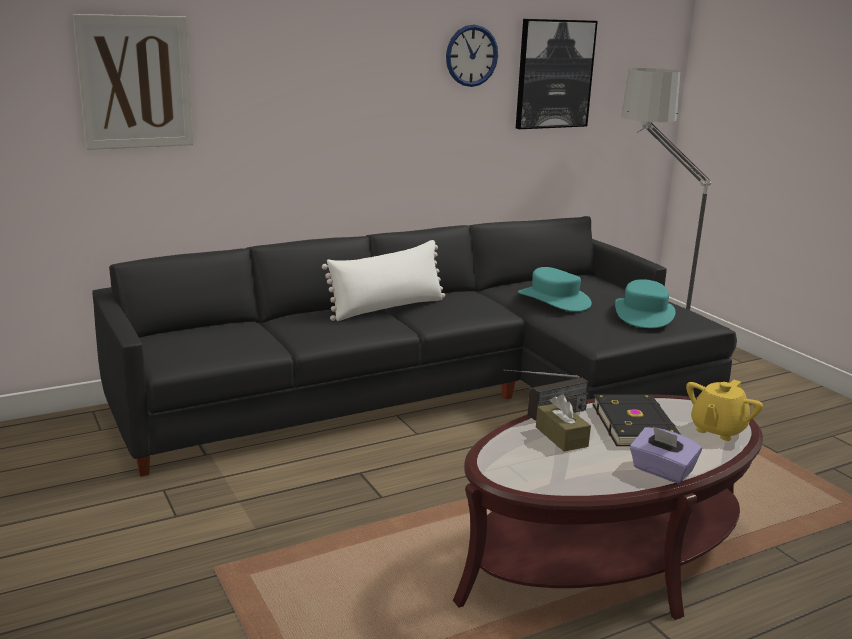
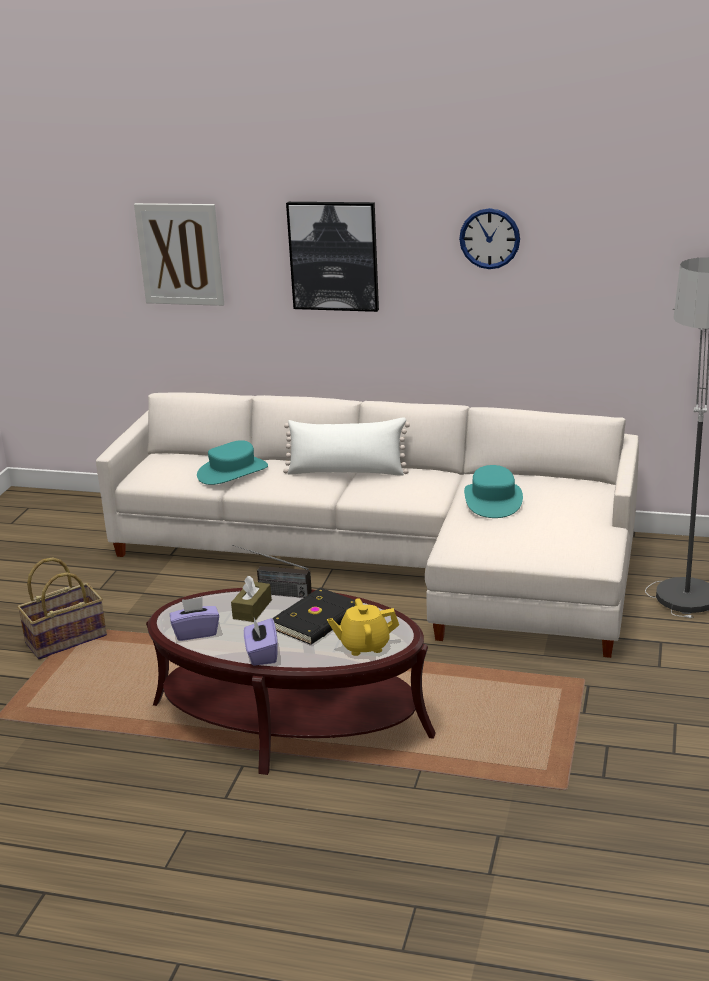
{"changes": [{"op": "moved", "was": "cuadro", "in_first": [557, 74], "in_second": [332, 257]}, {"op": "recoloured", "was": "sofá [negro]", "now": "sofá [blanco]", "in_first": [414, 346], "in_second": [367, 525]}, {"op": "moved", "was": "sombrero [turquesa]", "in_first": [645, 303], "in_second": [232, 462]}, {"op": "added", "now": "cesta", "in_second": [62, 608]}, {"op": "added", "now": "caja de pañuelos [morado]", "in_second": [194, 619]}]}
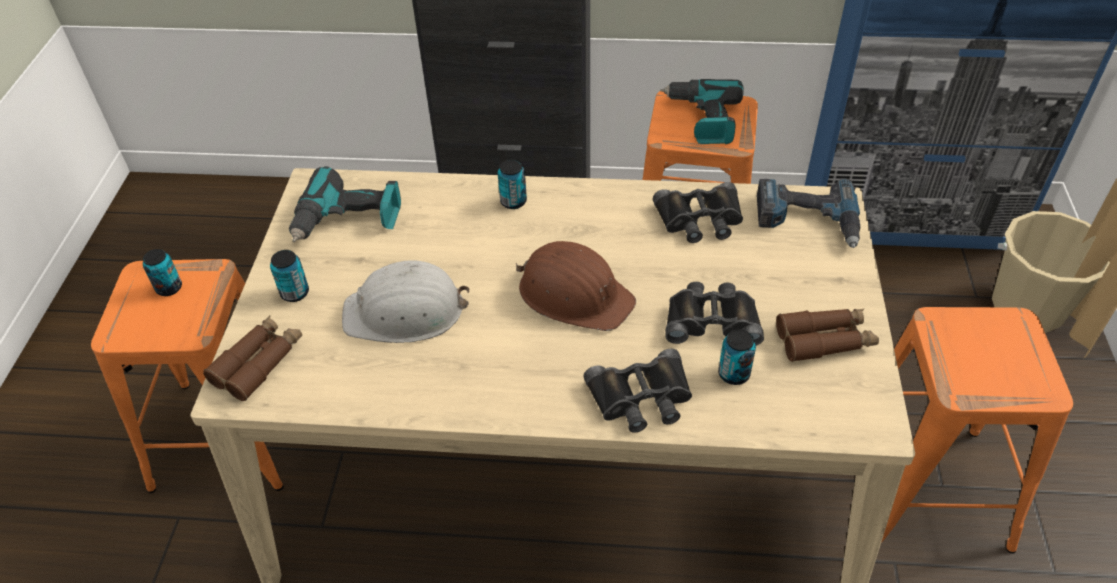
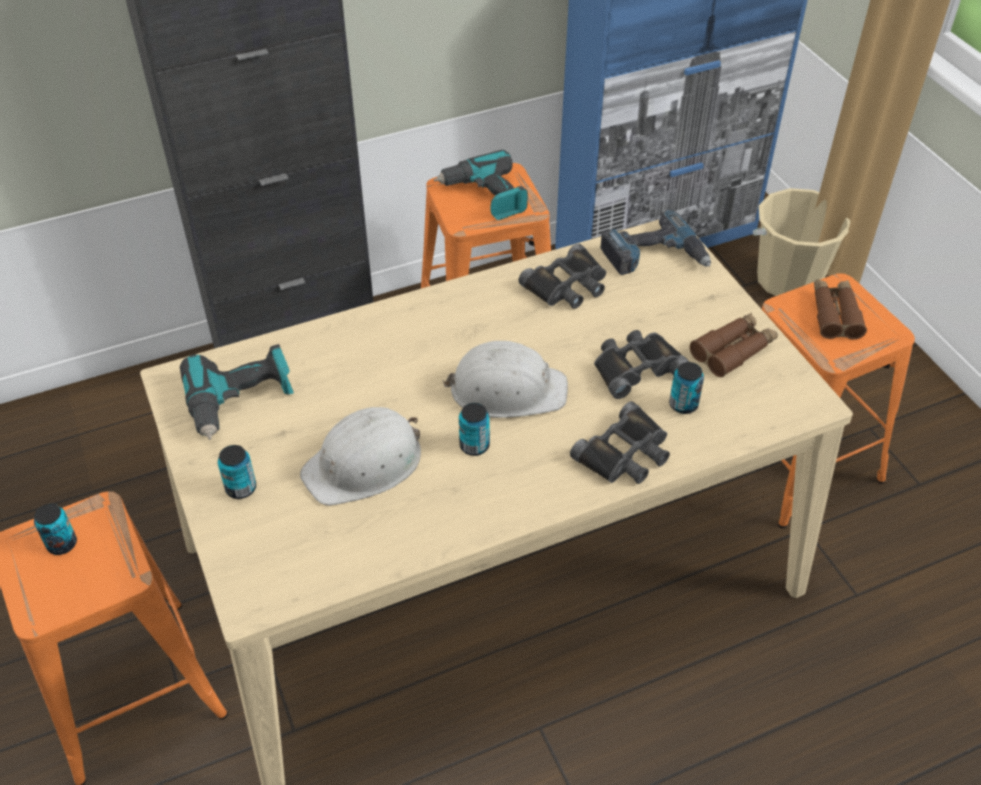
{"changes": [{"op": "moved", "was": "lata", "in_first": [512, 184], "in_second": [474, 429]}, {"op": "recoloured", "was": "casco [marrón]", "now": "casco [blanco]", "in_first": [576, 286], "in_second": [505, 379]}, {"op": "moved", "was": "prismáticos [marrón]", "in_first": [252, 358], "in_second": [840, 309]}]}
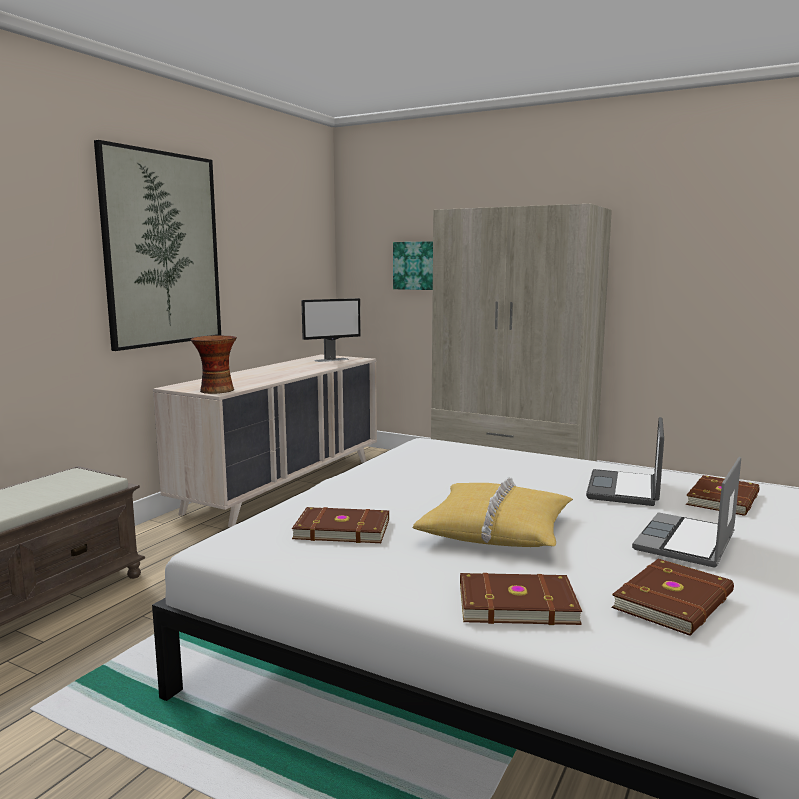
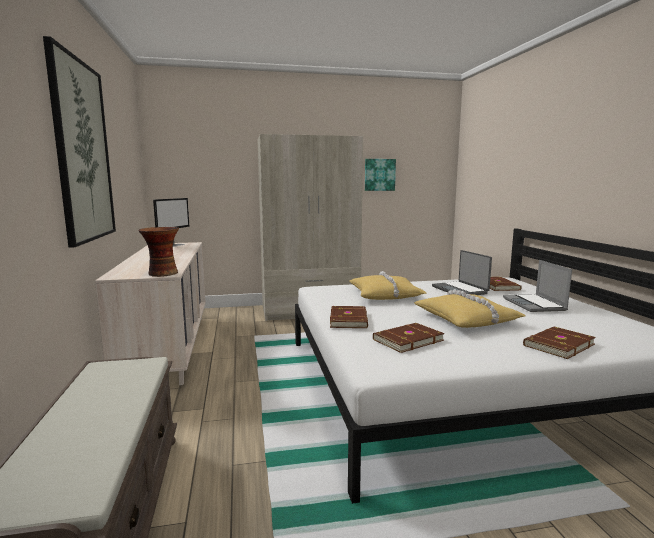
{"changes": [{"op": "moved", "was": "cuadro", "in_first": [413, 265], "in_second": [380, 175]}, {"op": "moved", "was": "libro [marrón]", "in_first": [672, 597], "in_second": [349, 317]}, {"op": "added", "now": "cojín [amarillo]", "in_second": [388, 285]}]}
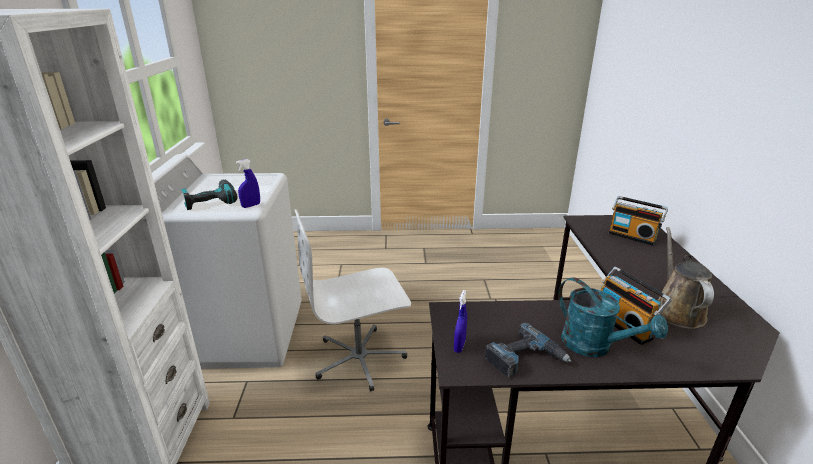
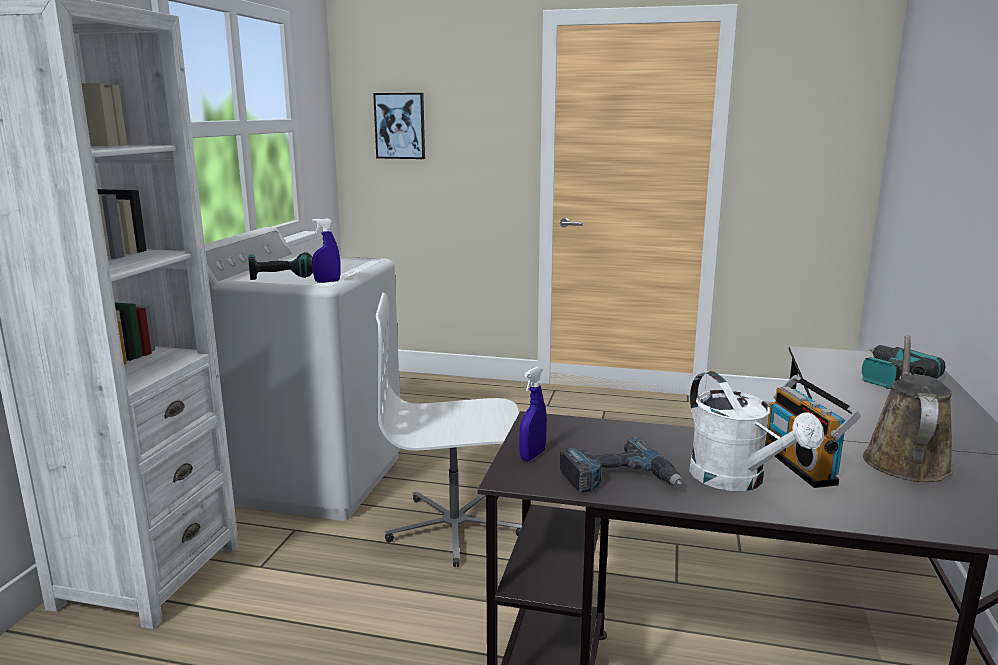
{"changes": [{"op": "replaced", "was": "radio", "now": "taladro", "in_first": [638, 221], "in_second": [903, 367]}, {"op": "recoloured", "was": "regadera [turquesa]", "now": "regadera [blanco]", "in_first": [613, 317], "in_second": [756, 431]}, {"op": "added", "now": "cuadro", "in_second": [399, 126]}]}
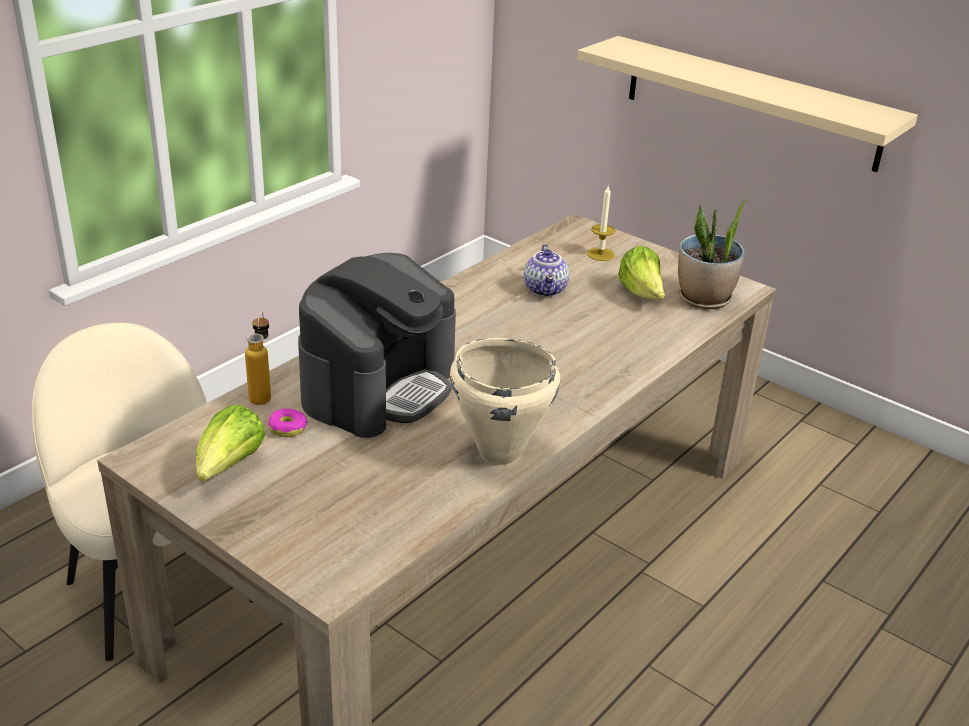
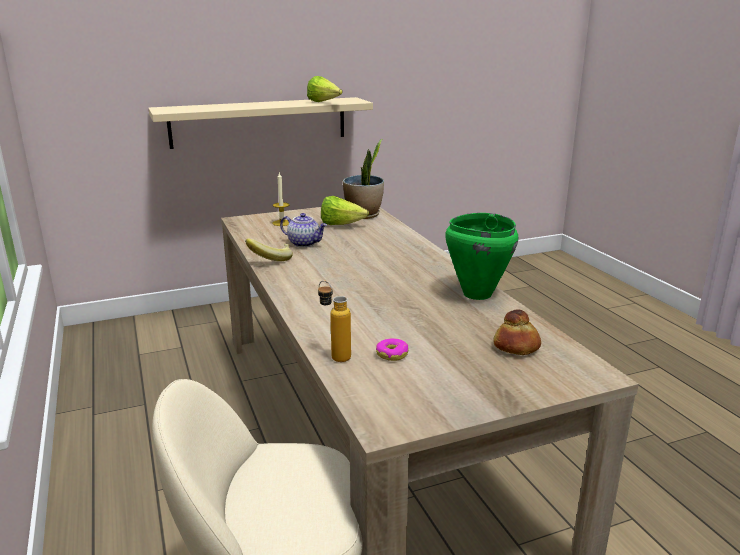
{"changes": [{"op": "removed", "was": "cafetera", "in_first": [377, 345]}, {"op": "recoloured", "was": "olla [beis]", "now": "olla [verde]", "in_first": [505, 401], "in_second": [481, 256]}, {"op": "moved", "was": "lechuga", "in_first": [231, 443], "in_second": [324, 89]}, {"op": "added", "now": "plátano", "in_second": [269, 250]}, {"op": "added", "now": "pan", "in_second": [517, 332]}]}
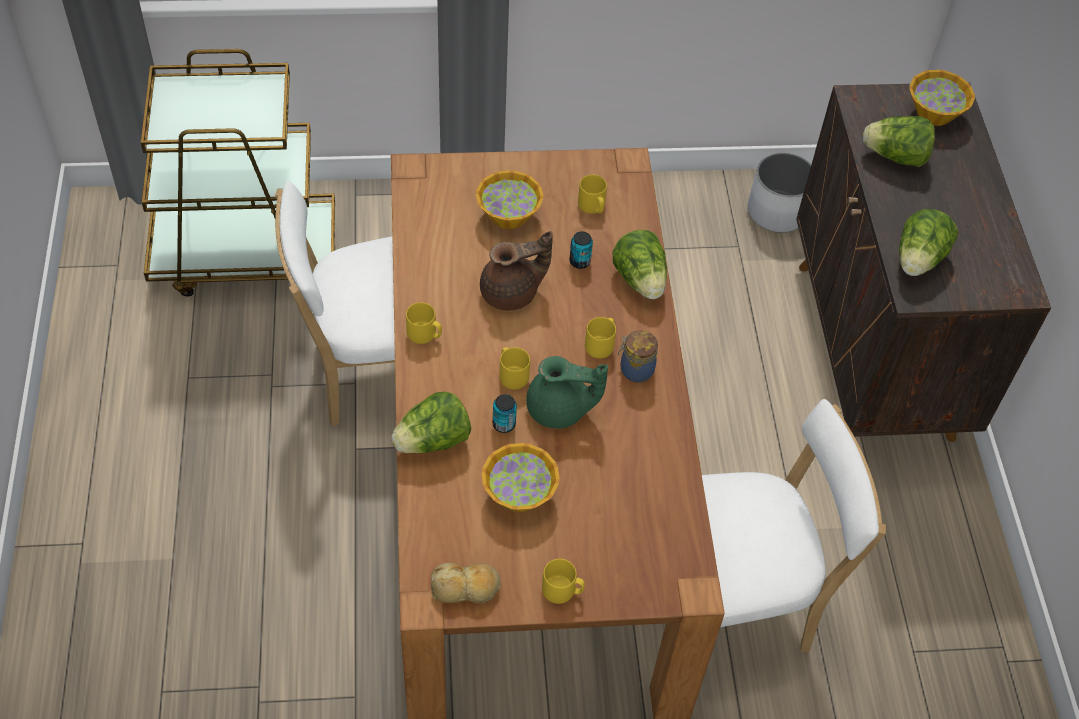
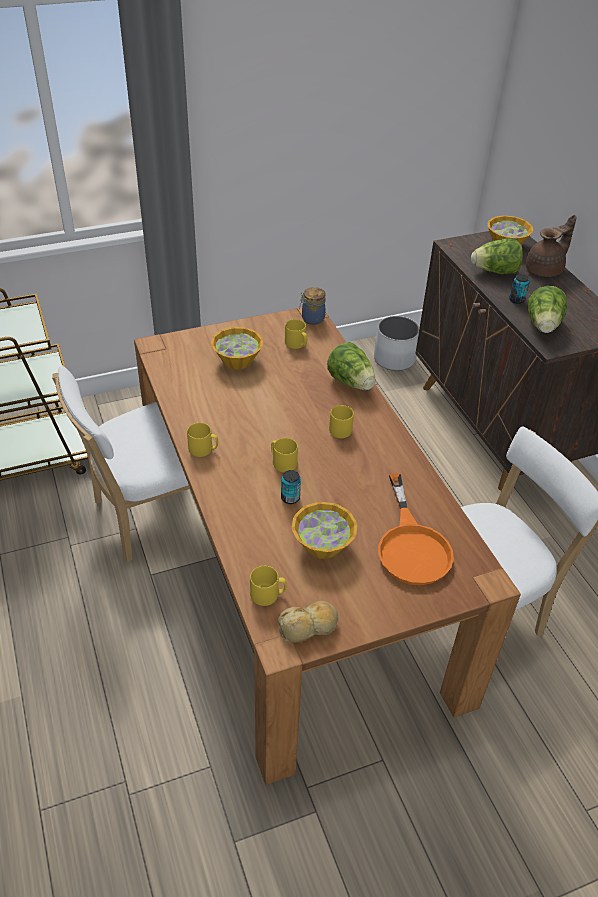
{"changes": [{"op": "moved", "was": "tetera [marrón]", "in_first": [516, 271], "in_second": [551, 246]}, {"op": "moved", "was": "lata", "in_first": [581, 250], "in_second": [519, 289]}, {"op": "moved", "was": "tarro", "in_first": [638, 356], "in_second": [312, 306]}, {"op": "removed", "was": "tetera [verde]", "in_first": [567, 392]}, {"op": "removed", "was": "lechuga", "in_first": [431, 422]}, {"op": "moved", "was": "taza grande [amarillo]", "in_first": [563, 581], "in_second": [268, 586]}, {"op": "added", "now": "sartén [naranja]", "in_second": [416, 529]}]}
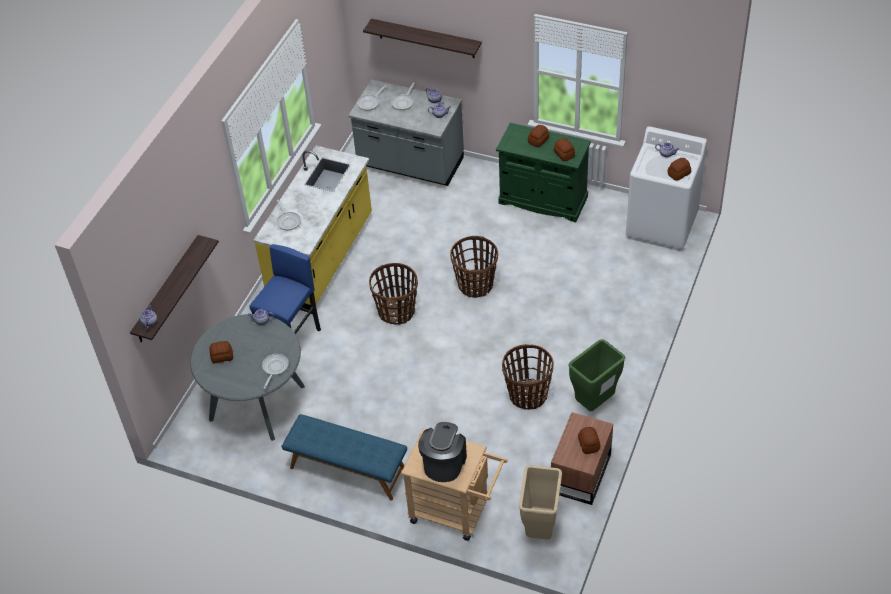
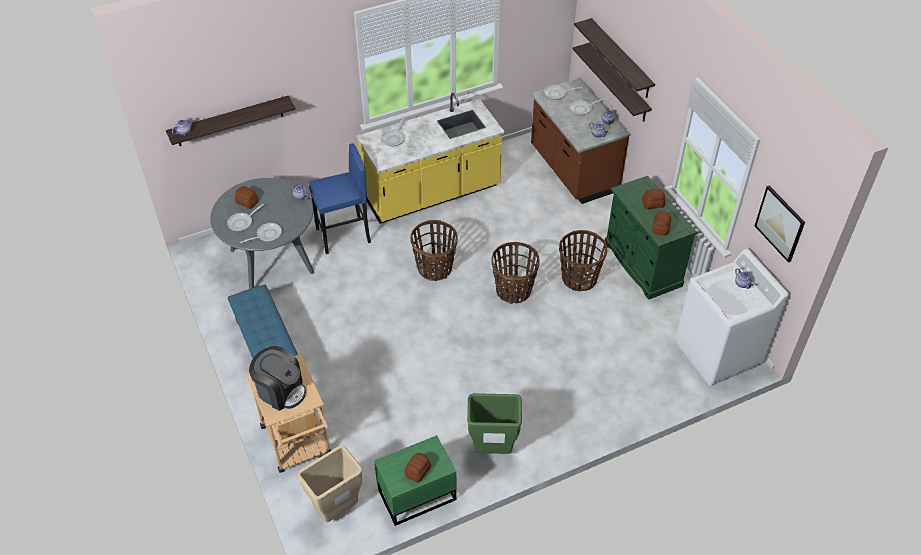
{"changes": [{"op": "recoloured", "was": "mueble bajo de cocina [gris]", "now": "mueble bajo de cocina [marrón]", "in_first": [406, 132], "in_second": [580, 141]}, {"op": "removed", "was": "pan", "in_first": [679, 169]}, {"op": "moved", "was": "cesta", "in_first": [528, 377], "in_second": [583, 260]}, {"op": "recoloured", "was": "mesita de noche [marrón]", "now": "mesita de noche [verde]", "in_first": [582, 458], "in_second": [415, 480]}, {"op": "turned", "was": "cafetera", "in_first": [442, 452], "in_second": [277, 378], "clockwise": 60}, {"op": "added", "now": "estante", "in_second": [612, 82]}, {"op": "added", "now": "cuadro", "in_second": [779, 224]}, {"op": "added", "now": "sartén", "in_second": [245, 217]}]}
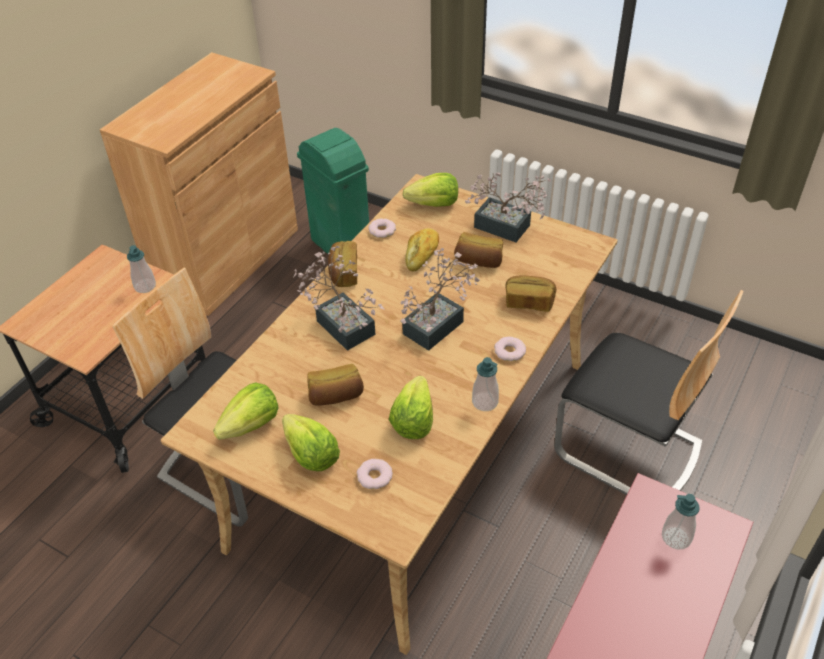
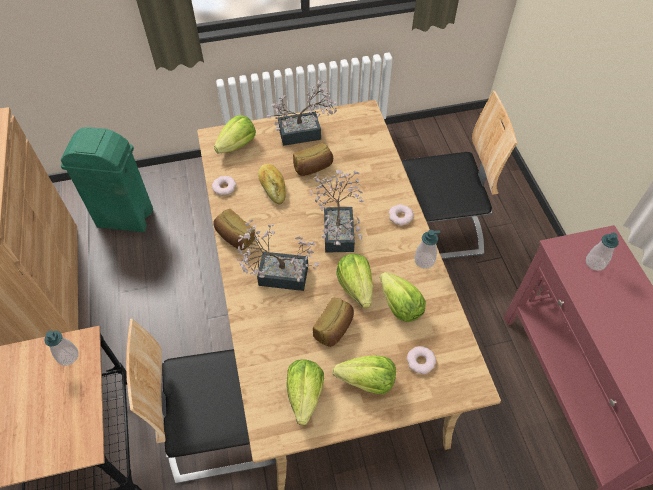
{"changes": [{"op": "removed", "was": "pan", "in_first": [531, 293]}, {"op": "added", "now": "lechuga", "in_second": [354, 281]}]}
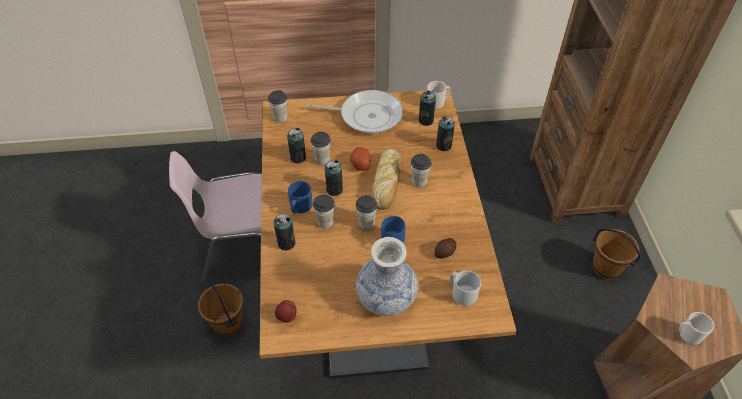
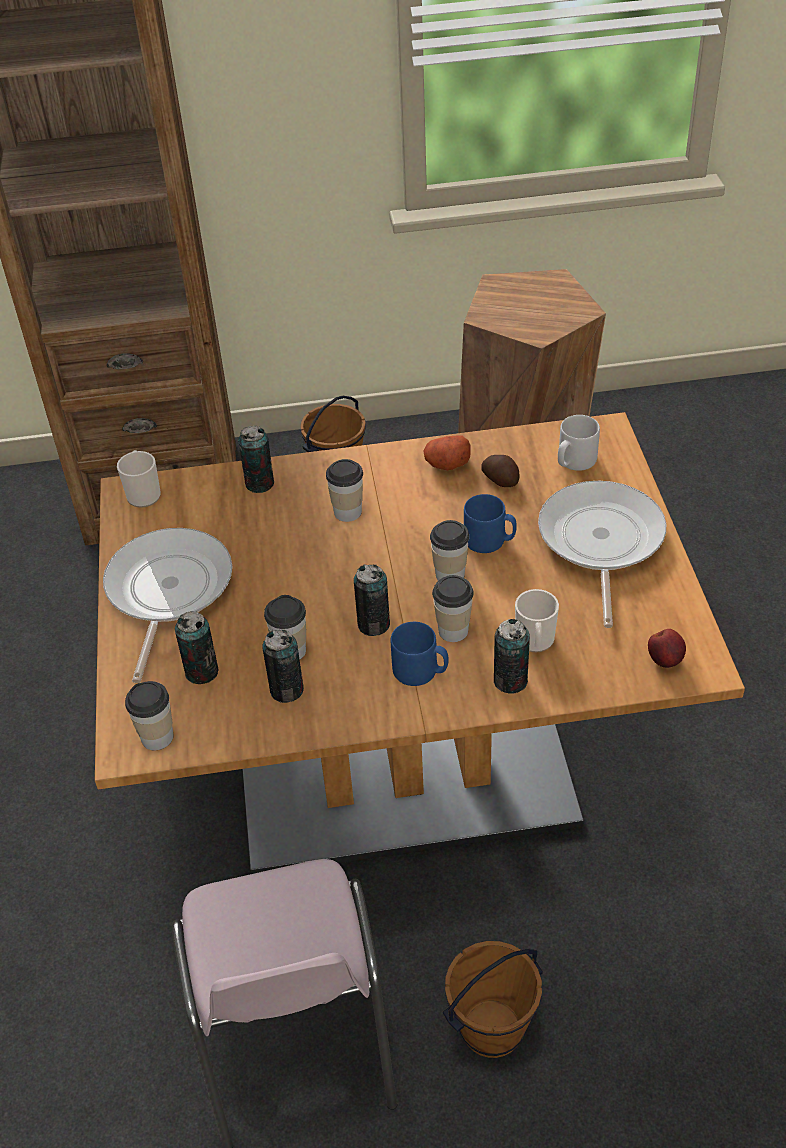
{"changes": [{"op": "moved", "was": "lata", "in_first": [427, 108], "in_second": [196, 647]}, {"op": "moved", "was": "patata", "in_first": [360, 159], "in_second": [447, 452]}, {"op": "removed", "was": "pan", "in_first": [386, 179]}, {"op": "replaced", "was": "florero", "now": "sartén", "in_first": [387, 276], "in_second": [602, 554]}, {"op": "moved", "was": "taza grande", "in_first": [696, 328], "in_second": [537, 620]}]}
